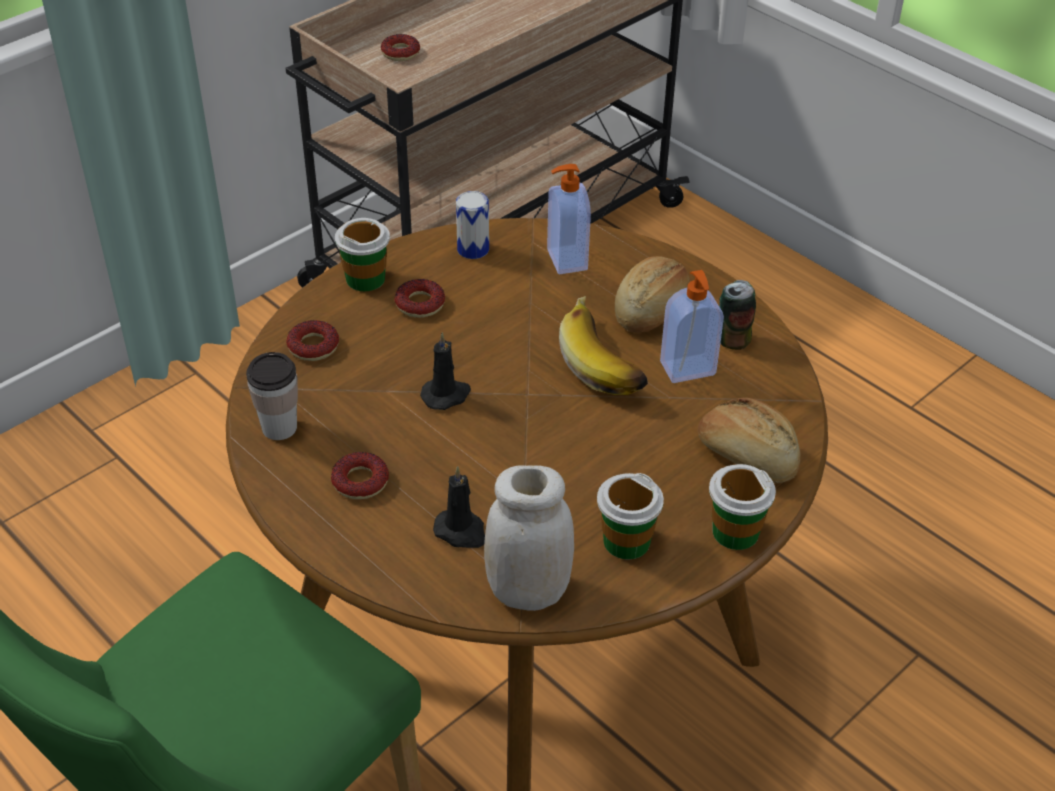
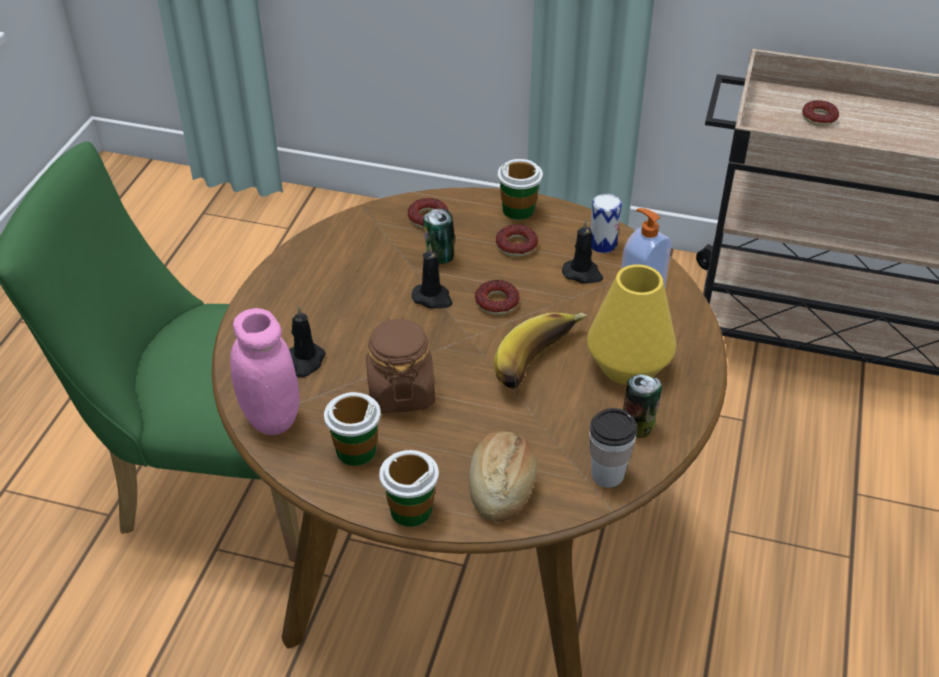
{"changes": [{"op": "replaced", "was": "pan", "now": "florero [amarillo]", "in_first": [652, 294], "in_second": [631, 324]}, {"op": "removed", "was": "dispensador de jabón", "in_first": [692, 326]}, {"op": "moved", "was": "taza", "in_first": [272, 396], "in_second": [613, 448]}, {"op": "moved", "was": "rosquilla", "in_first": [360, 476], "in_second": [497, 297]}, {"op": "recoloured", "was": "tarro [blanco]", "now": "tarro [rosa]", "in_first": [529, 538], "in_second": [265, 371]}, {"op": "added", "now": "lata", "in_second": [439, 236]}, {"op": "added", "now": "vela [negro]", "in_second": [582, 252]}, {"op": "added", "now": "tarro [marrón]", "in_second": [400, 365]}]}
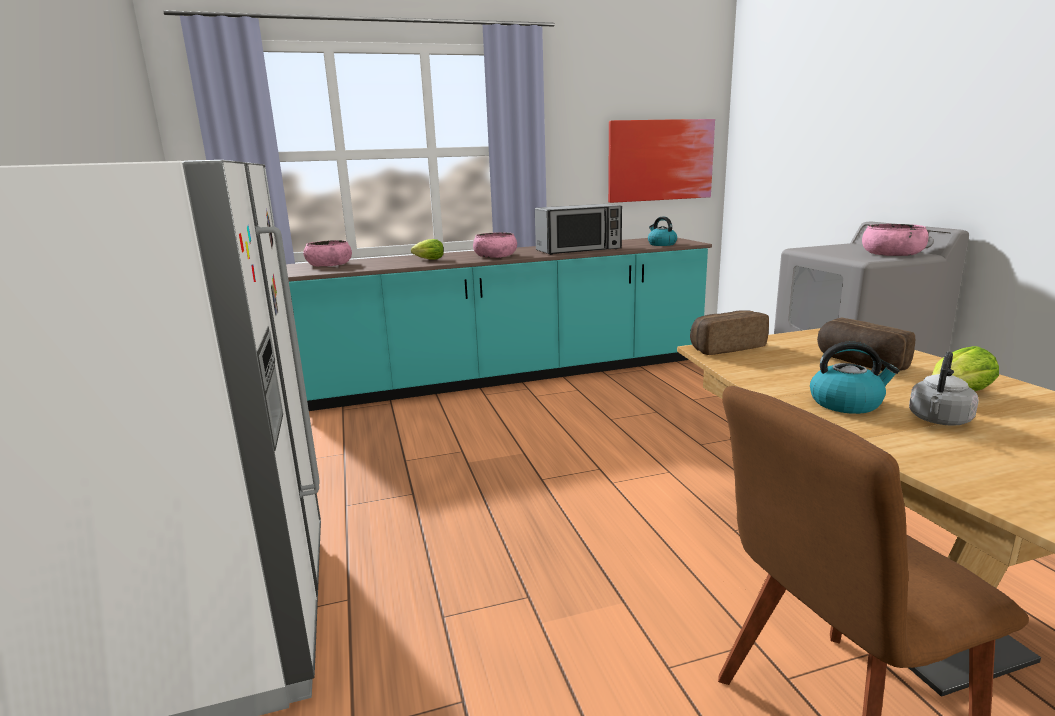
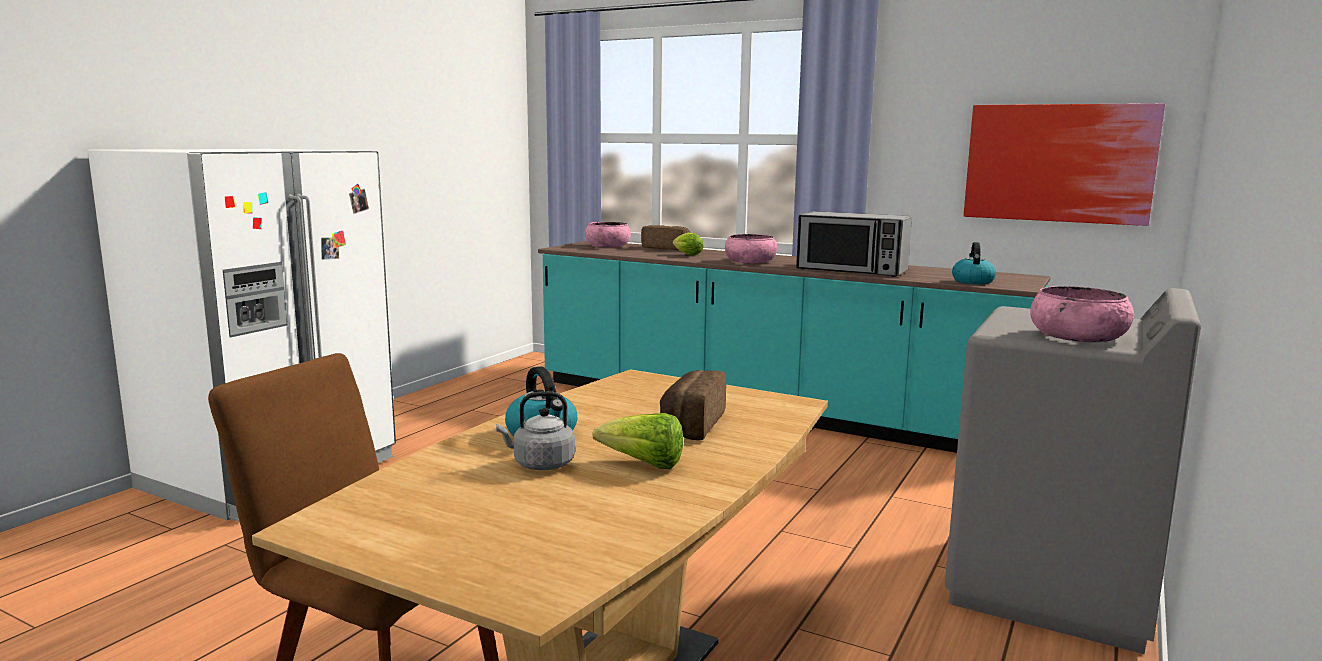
{"changes": [{"op": "moved", "was": "pan", "in_first": [729, 332], "in_second": [665, 237]}]}
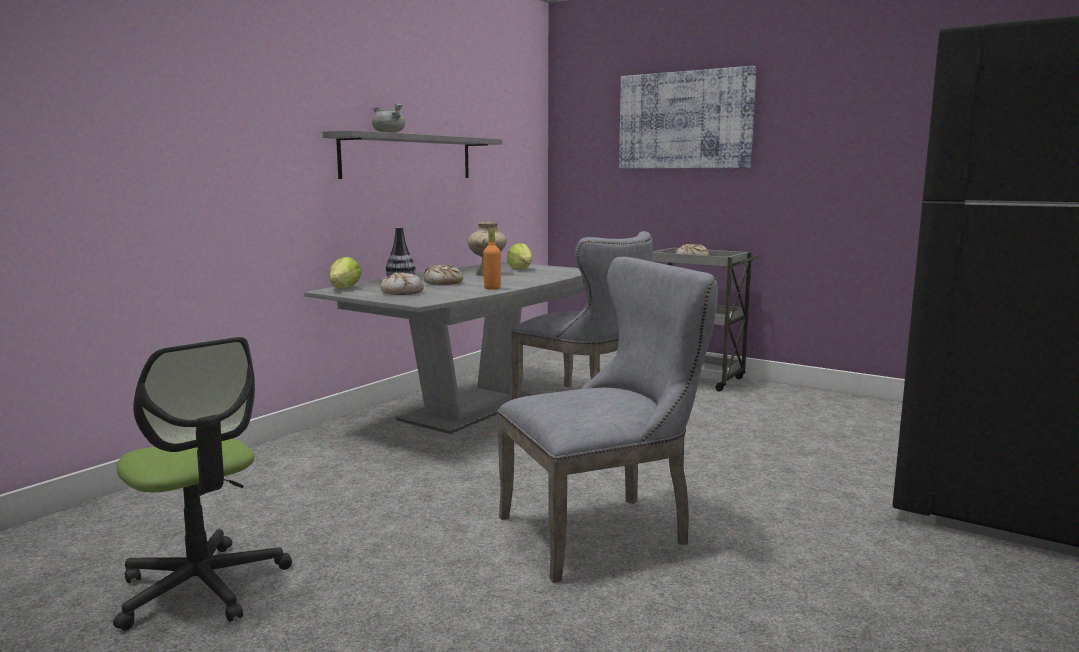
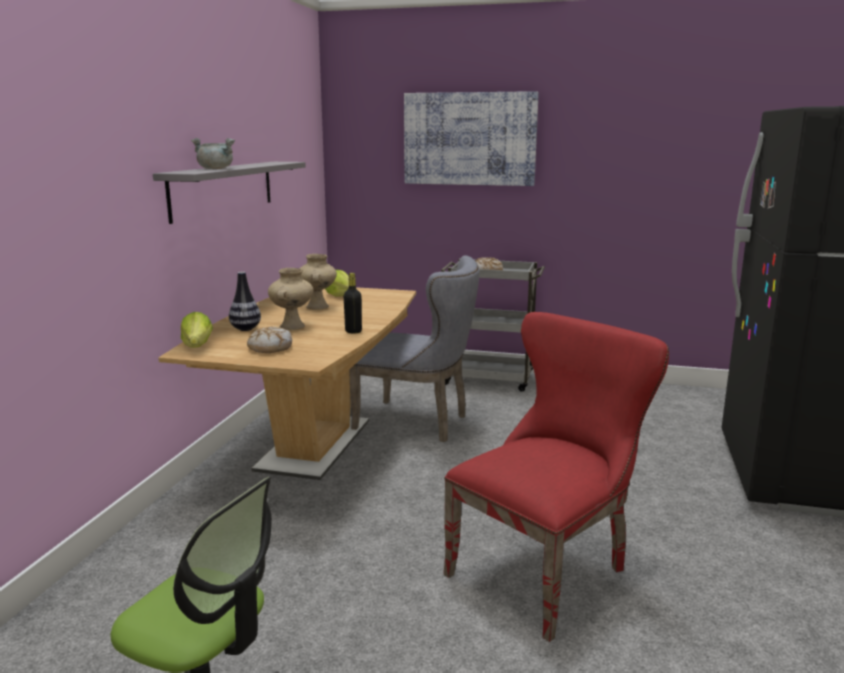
{"changes": [{"op": "recoloured", "was": "botella [naranja]", "now": "botella [negro]", "in_first": [492, 259], "in_second": [353, 303]}, {"op": "recoloured", "was": "silla [gris]", "now": "silla [rojo]", "in_first": [607, 420], "in_second": [556, 477]}, {"op": "recoloured", "was": "mesa de comedor [gris]", "now": "mesa de comedor [marrón]", "in_first": [443, 348], "in_second": [287, 383]}, {"op": "replaced", "was": "pan", "now": "florero [beis]", "in_first": [443, 275], "in_second": [290, 299]}]}
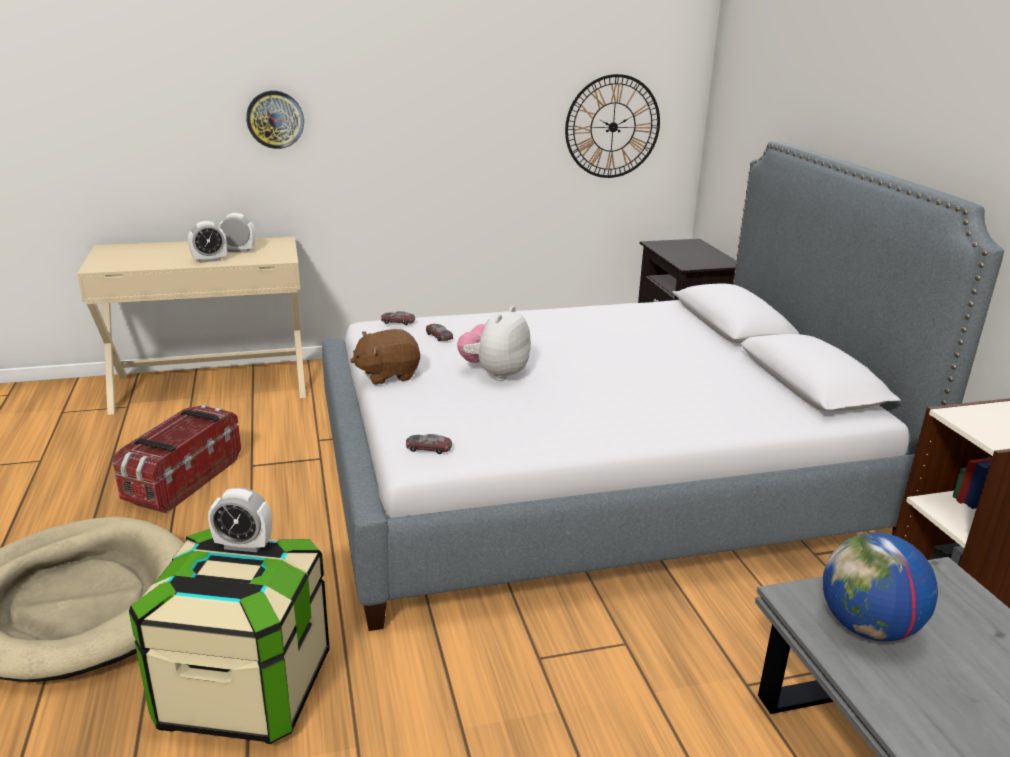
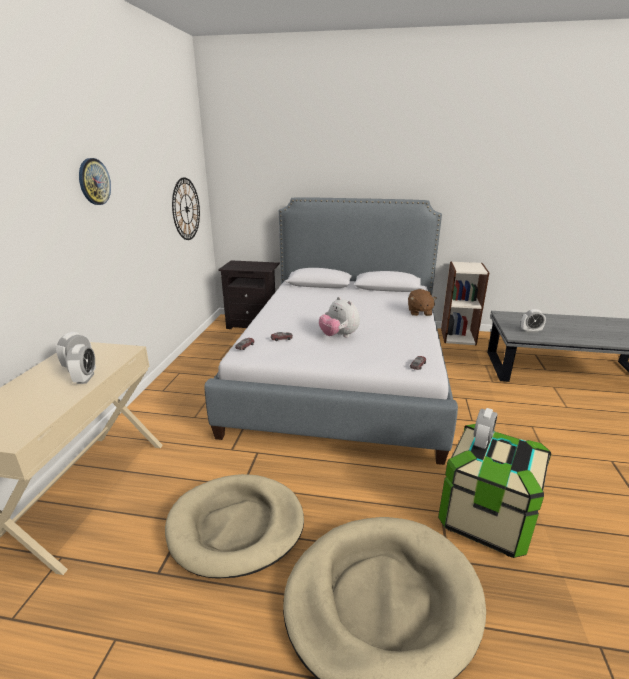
{"changes": [{"op": "moved", "was": "reloj de pared", "in_first": [275, 120], "in_second": [95, 181]}, {"op": "moved", "was": "peluche [marrón]", "in_first": [385, 357], "in_second": [422, 302]}, {"op": "replaced", "was": "caja de almacenaje", "now": "cama para perro [beis]", "in_first": [177, 459], "in_second": [234, 526]}, {"op": "replaced", "was": "globo terráqueo", "now": "despertador", "in_first": [880, 587], "in_second": [533, 321]}]}
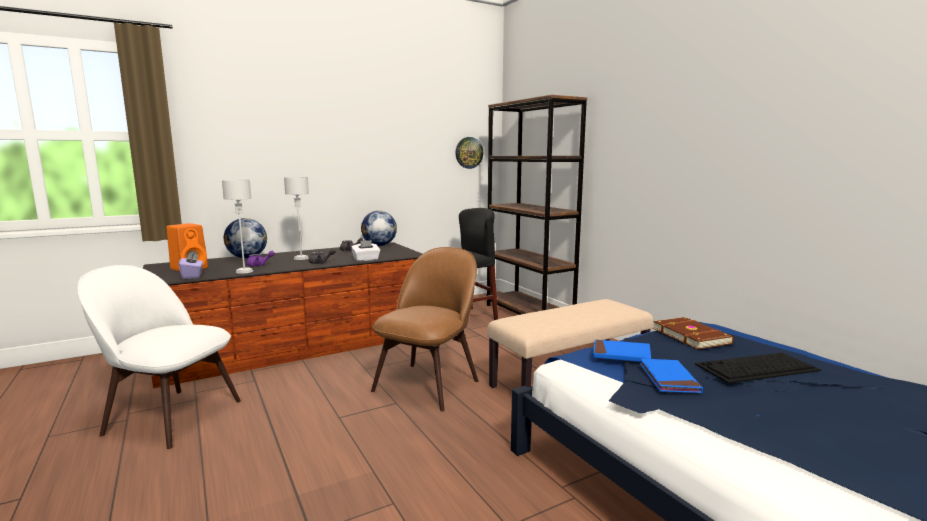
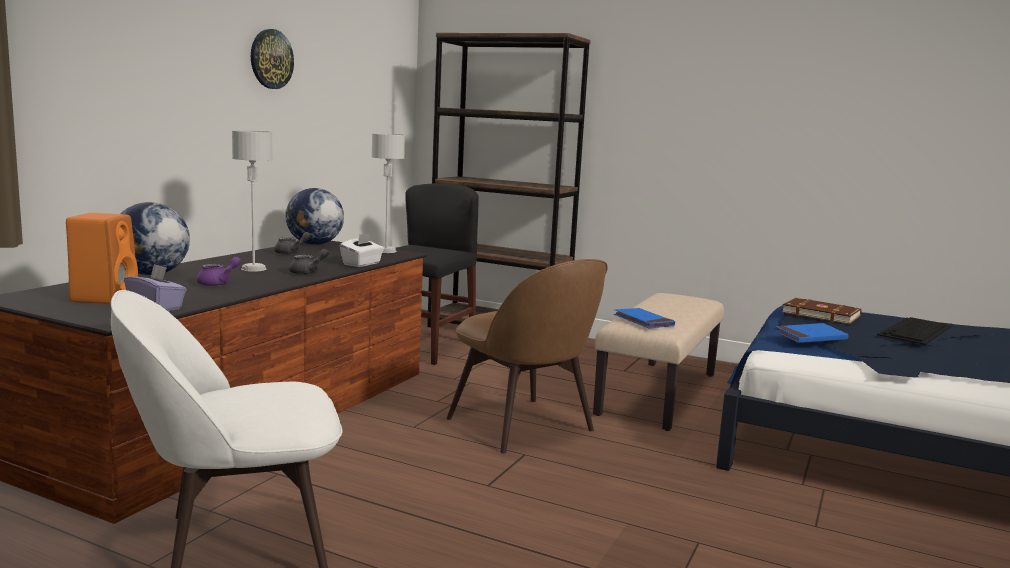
{"changes": [{"op": "moved", "was": "reloj de pared", "in_first": [469, 153], "in_second": [272, 59]}, {"op": "moved", "was": "lámpara de mesa [gris]", "in_first": [237, 227], "in_second": [388, 193]}, {"op": "turned", "was": "silla [marrón]", "in_first": [424, 329], "in_second": [527, 356], "clockwise": 150}, {"op": "moved", "was": "libro [azul]", "in_first": [671, 375], "in_second": [644, 318]}]}
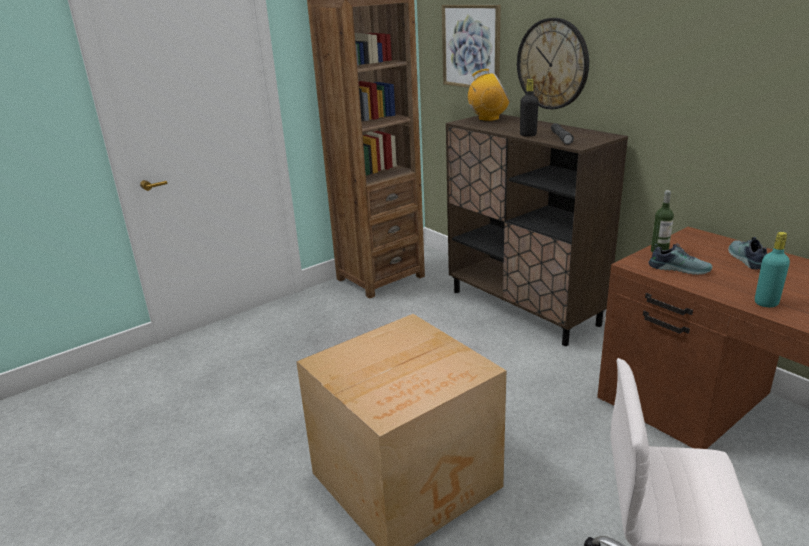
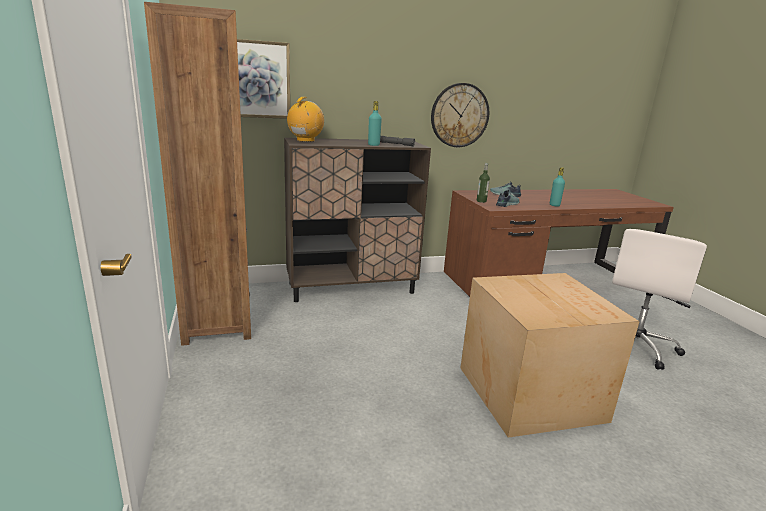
{"changes": [{"op": "moved", "was": "reloj de pared", "in_first": [553, 63], "in_second": [460, 115]}, {"op": "recoloured", "was": "botella [negro]", "now": "botella [turquesa]", "in_first": [529, 108], "in_second": [375, 123]}]}
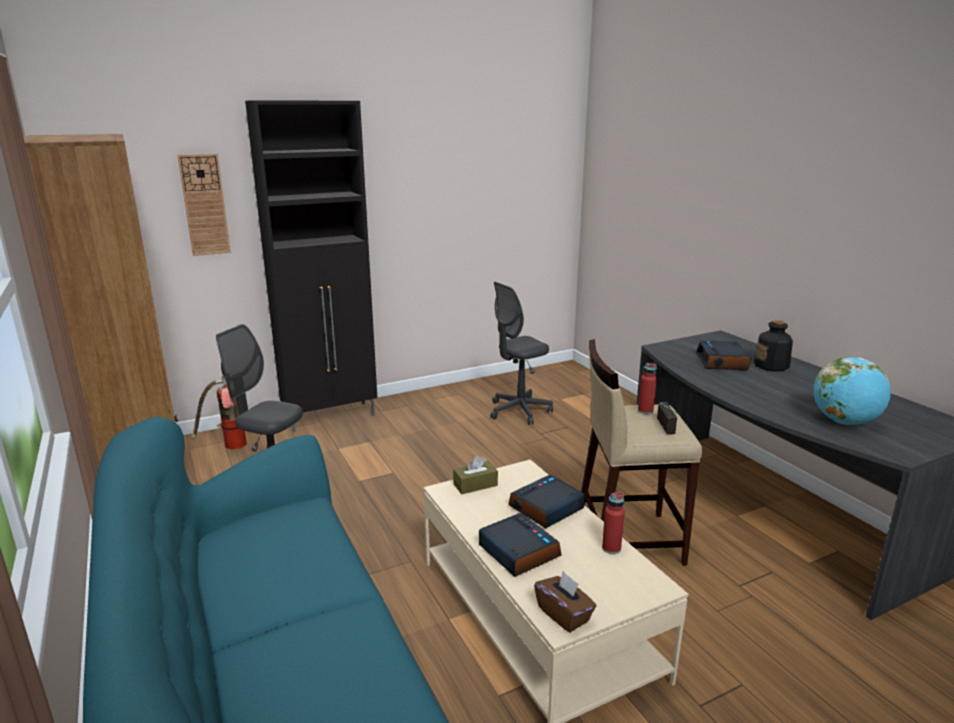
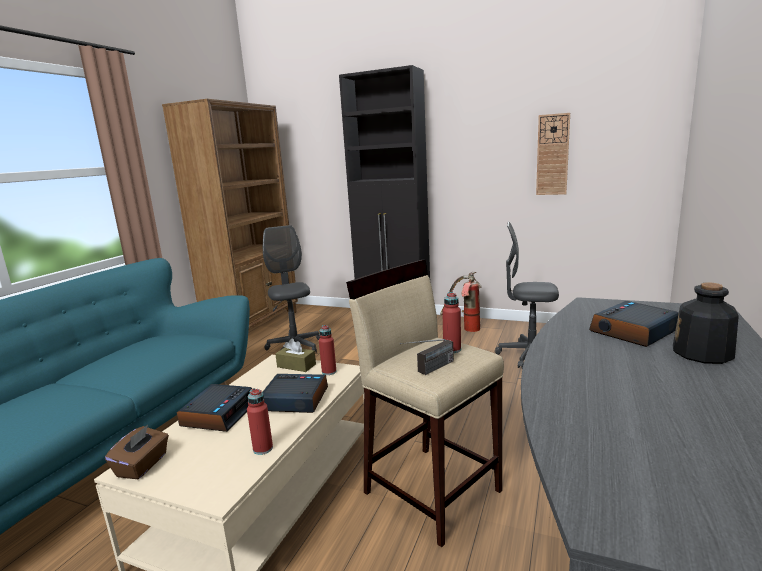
{"changes": [{"op": "moved", "was": "reloj de pared", "in_first": [204, 205], "in_second": [553, 154]}, {"op": "removed", "was": "globo terráqueo", "in_first": [852, 391]}, {"op": "moved", "was": "extintor", "in_first": [219, 413], "in_second": [461, 302]}, {"op": "added", "now": "botella [rojo]", "in_second": [328, 350]}]}
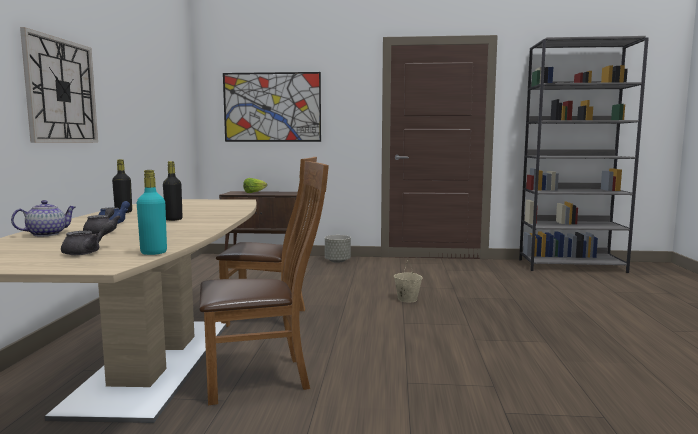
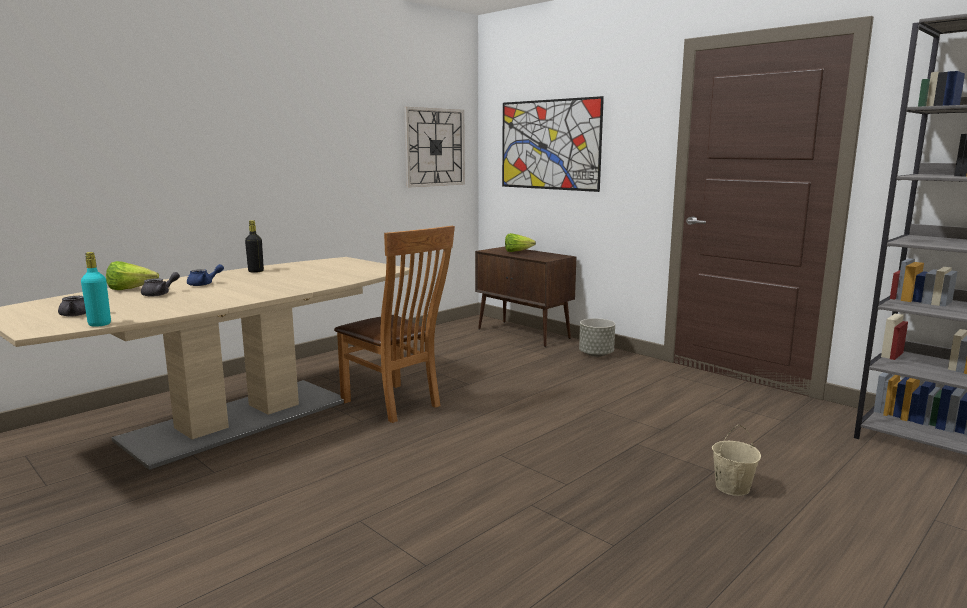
{"changes": [{"op": "moved", "was": "reloj de pared", "in_first": [59, 85], "in_second": [434, 147]}, {"op": "removed", "was": "botella [negro]", "in_first": [172, 191]}, {"op": "removed", "was": "silla [marrón]", "in_first": [264, 283]}, {"op": "replaced", "was": "tetera", "now": "lechuga", "in_first": [43, 218], "in_second": [132, 275]}, {"op": "moved", "was": "cubo [beis]", "in_first": [408, 281], "in_second": [736, 460]}]}
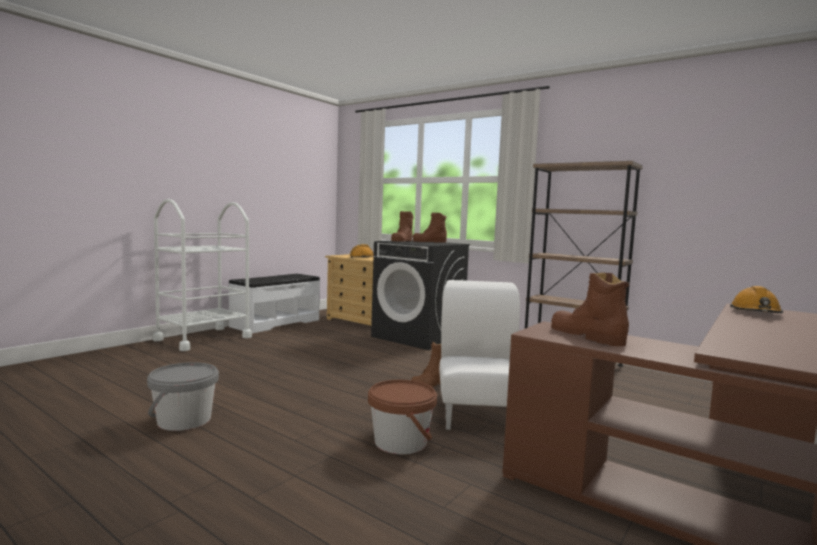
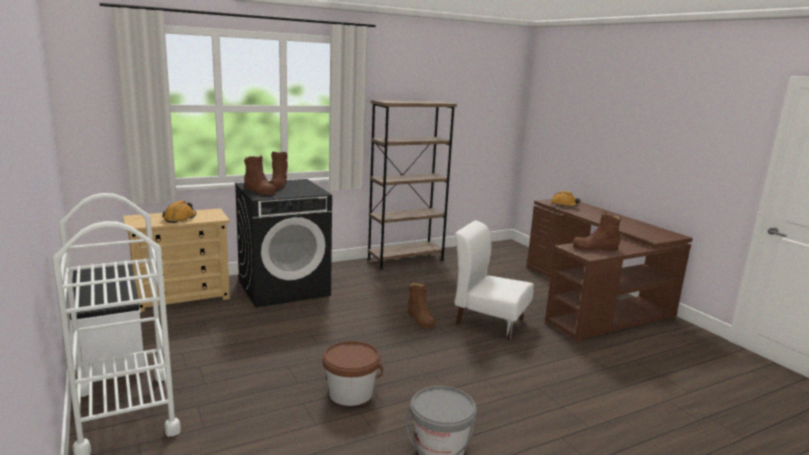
{"changes": [{"op": "moved", "was": "cubo [marrón]", "in_first": [402, 417], "in_second": [353, 373]}]}
